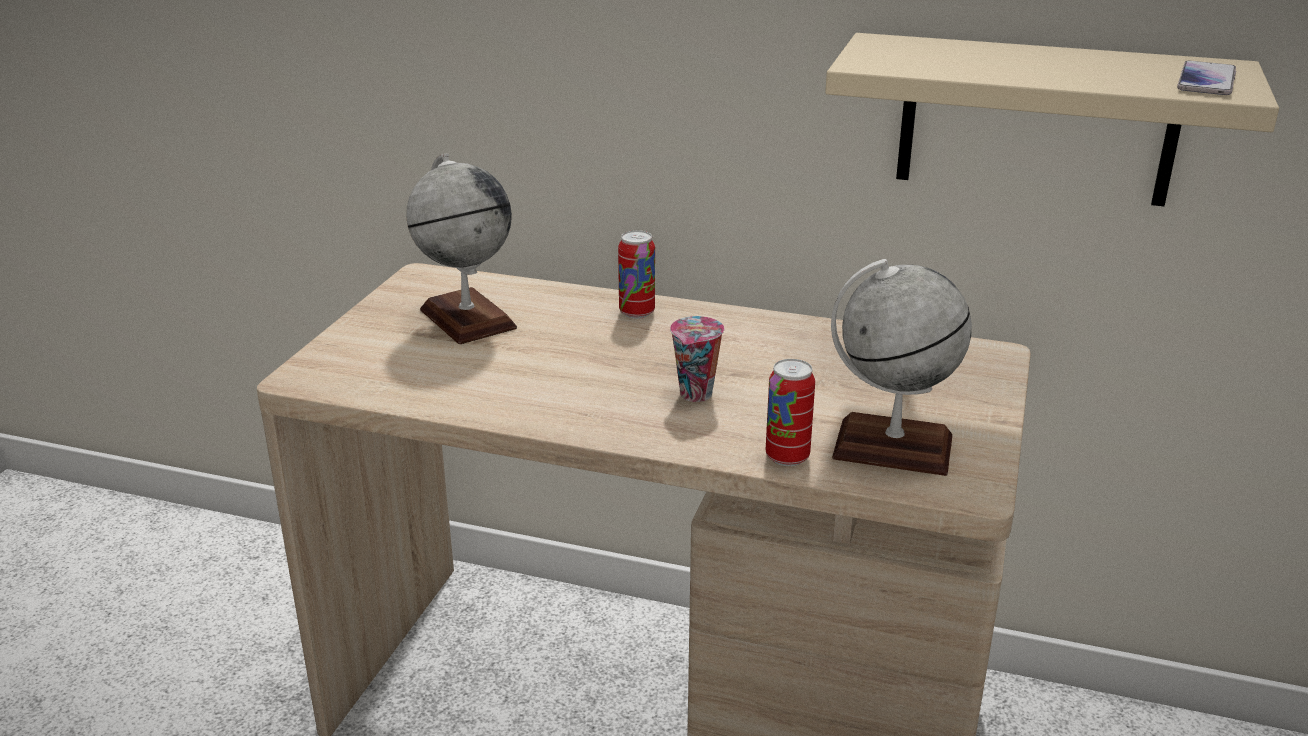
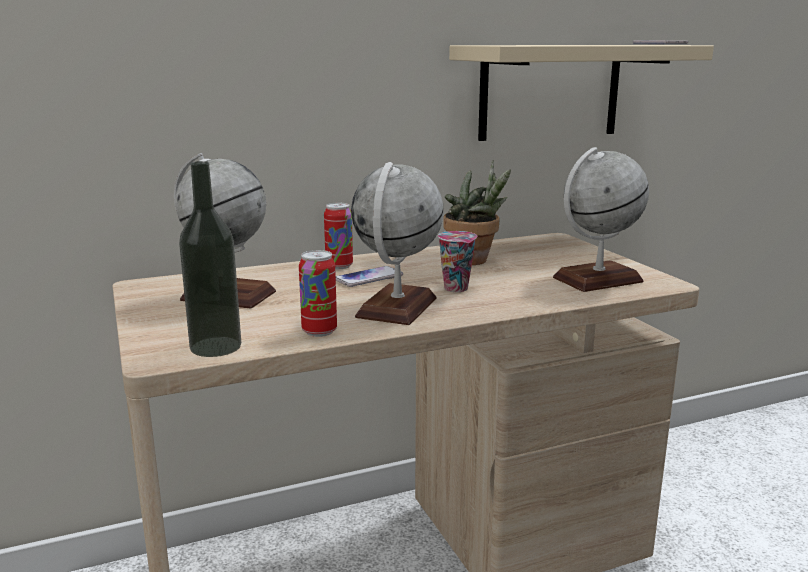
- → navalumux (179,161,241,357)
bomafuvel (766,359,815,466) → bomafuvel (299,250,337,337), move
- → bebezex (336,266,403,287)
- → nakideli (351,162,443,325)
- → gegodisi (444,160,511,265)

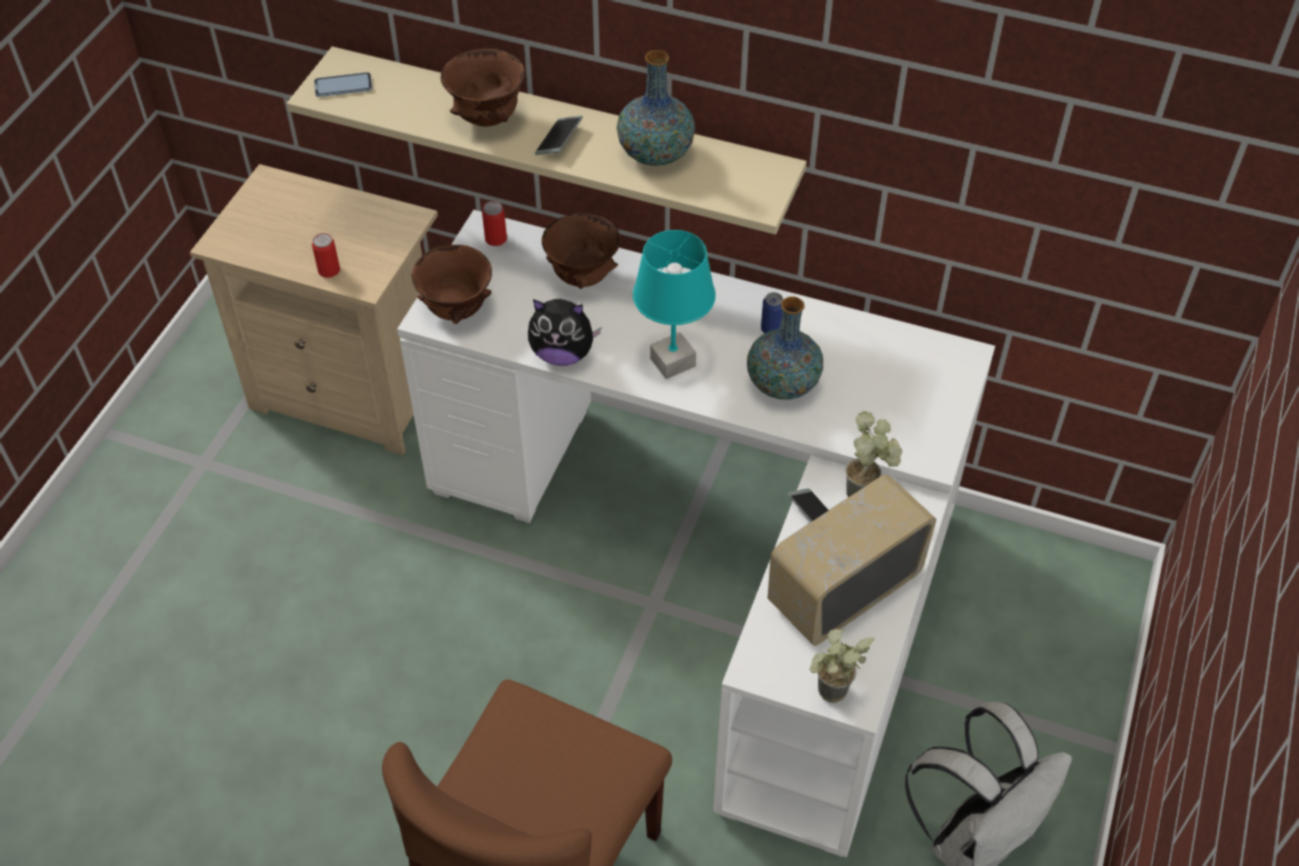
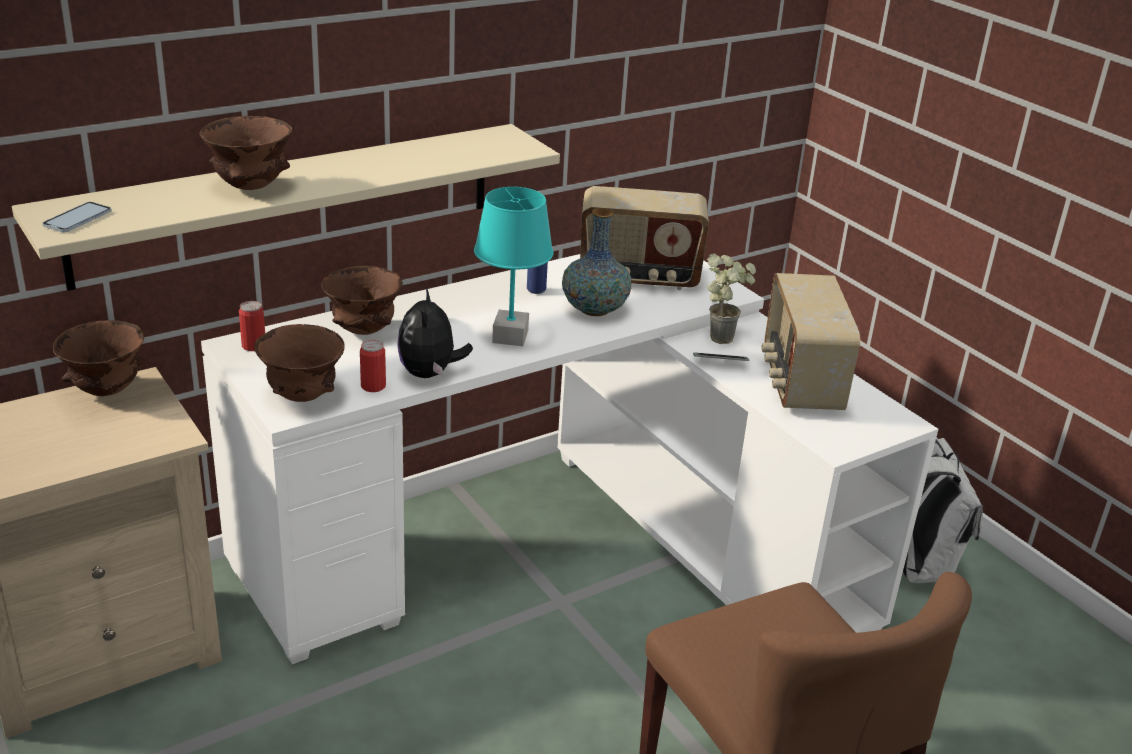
- → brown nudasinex (53,320,144,396)
bomafuvel (312,233,340,278) → bomafuvel (360,340,386,392), move
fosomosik (528,299,602,366) → fosomosik (397,287,473,378), 135 degrees clockwise
- → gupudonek (580,186,709,290)
bebezex (535,115,583,155) → -
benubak (617,50,695,166) → -
gegodisi (809,629,875,703) → -

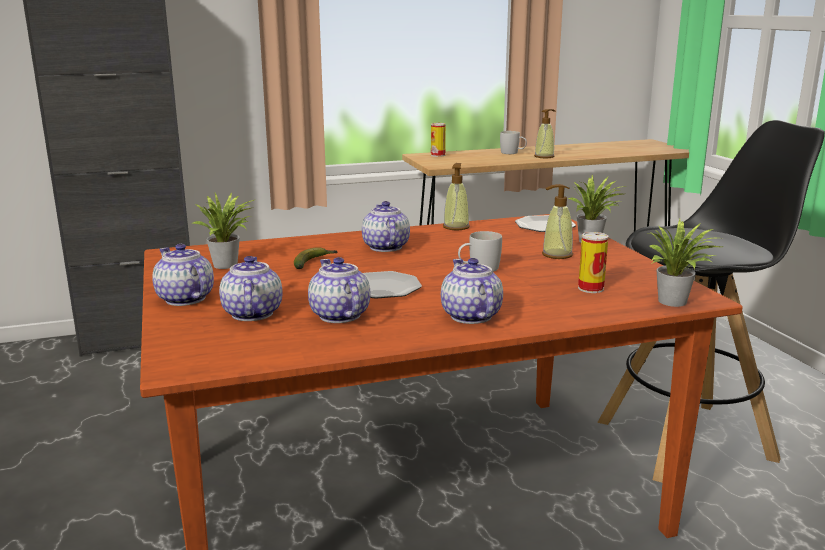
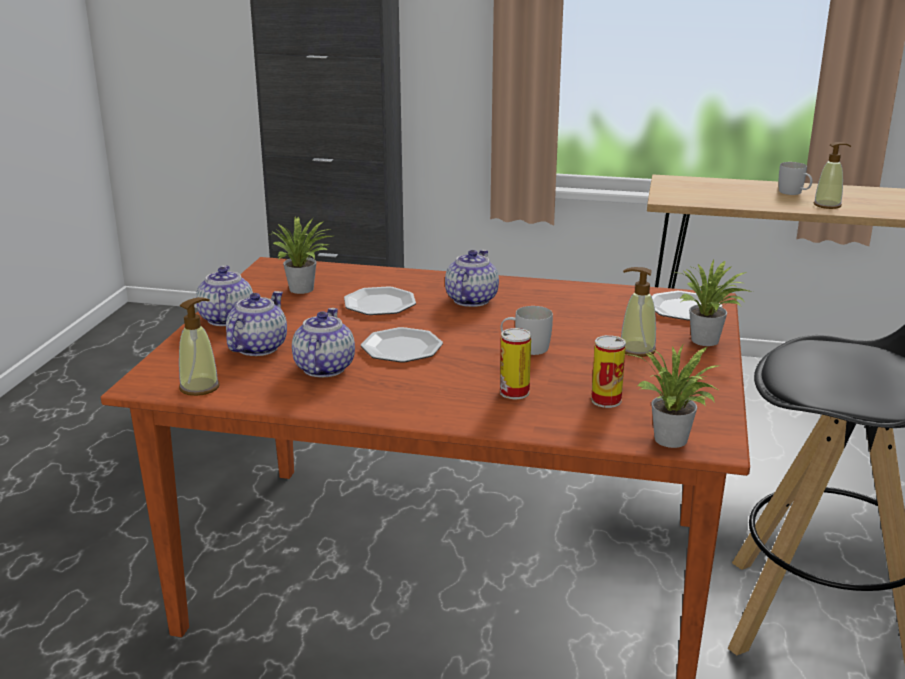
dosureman (443,163,470,230) → dosureman (179,297,220,396), move
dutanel (294,247,338,269) → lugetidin (344,286,416,315)
bomafuvel (431,123,446,157) → bomafuvel (500,328,531,399), move
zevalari (441,258,503,324) → -

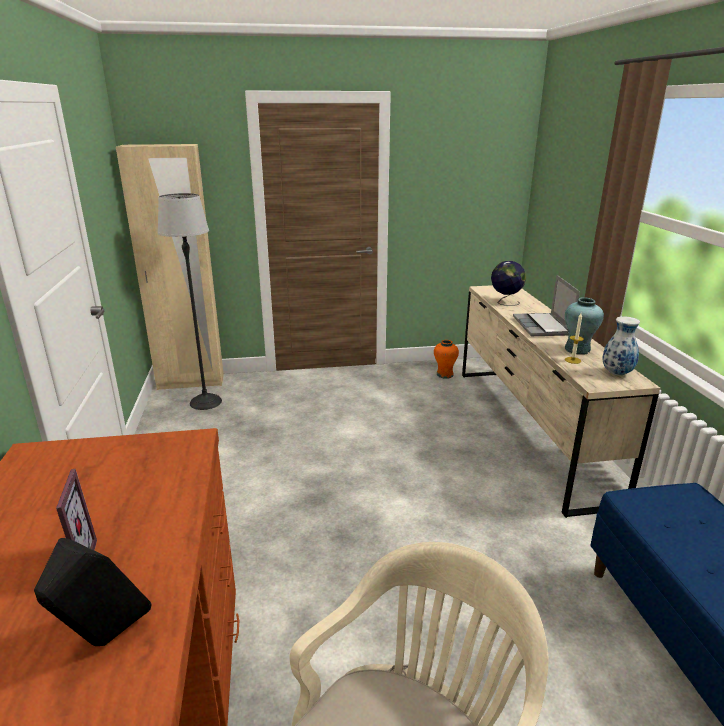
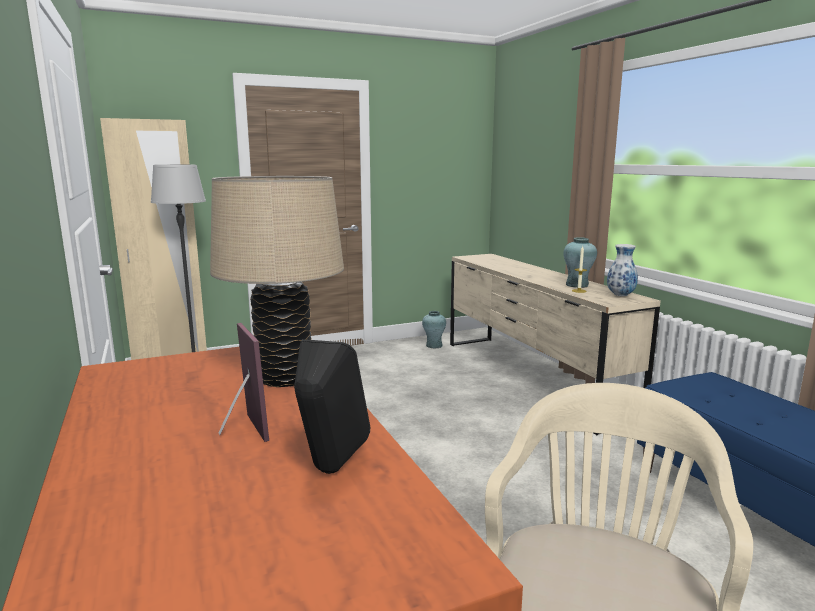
- → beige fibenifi (210,176,344,387)
orange benubak (434,340,459,379) → turquoise benubak (422,311,446,348)
nakideli (491,261,526,306) → -
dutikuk (513,275,580,336) → -

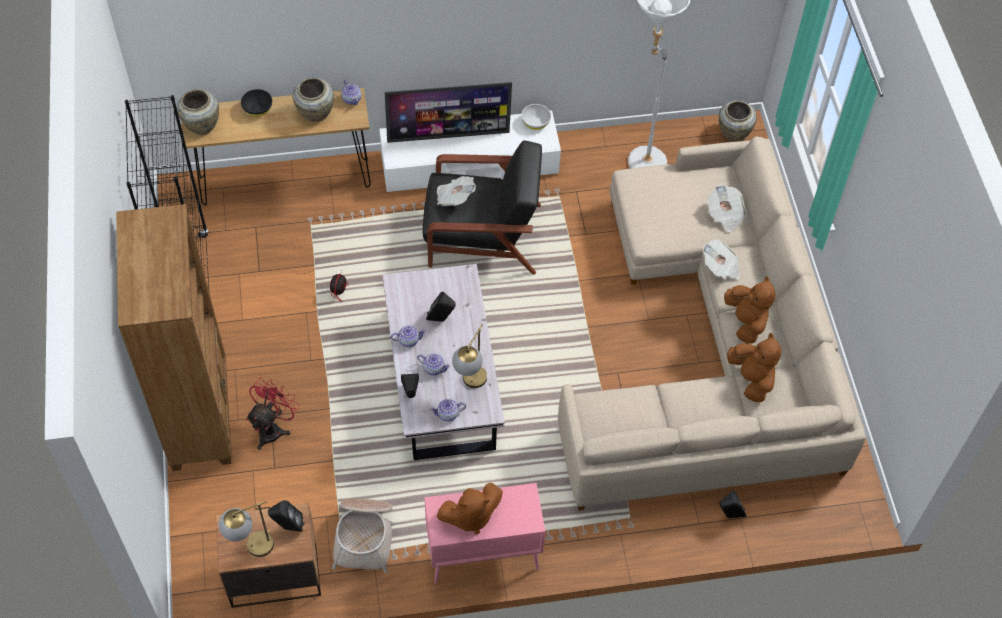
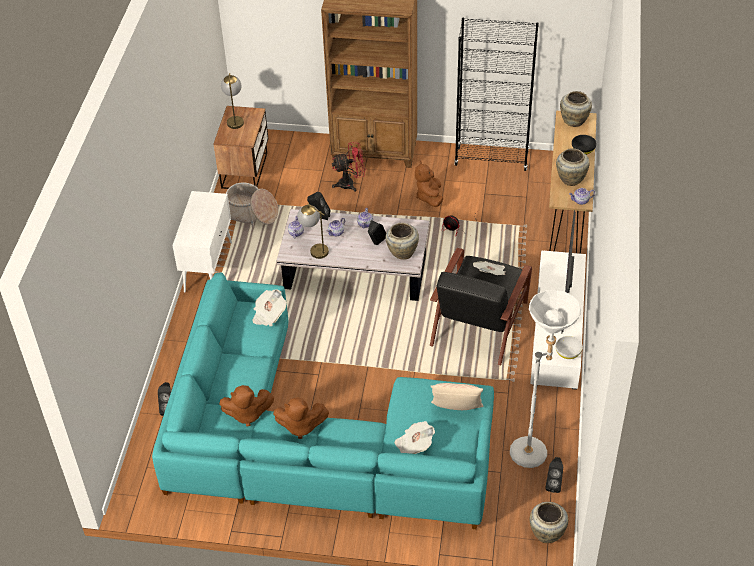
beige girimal (558,137,866,511) → turquoise girimal (152,273,494,529)
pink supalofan (424,483,545,584) → white supalofan (172,191,232,292)
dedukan (703,239,740,280) → dedukan (252,289,286,326), move
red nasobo (246,378,300,450) → red nasobo (332,142,366,192), 60 degrees counterclockwise
- → beige benubak (386,223,419,260)
brown fosomosik (437,483,503,534) → brown fosomosik (415,161,443,207), move
- → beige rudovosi (431,383,484,410)
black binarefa (268,500,304,532) → black binarefa (545,457,563,493), move

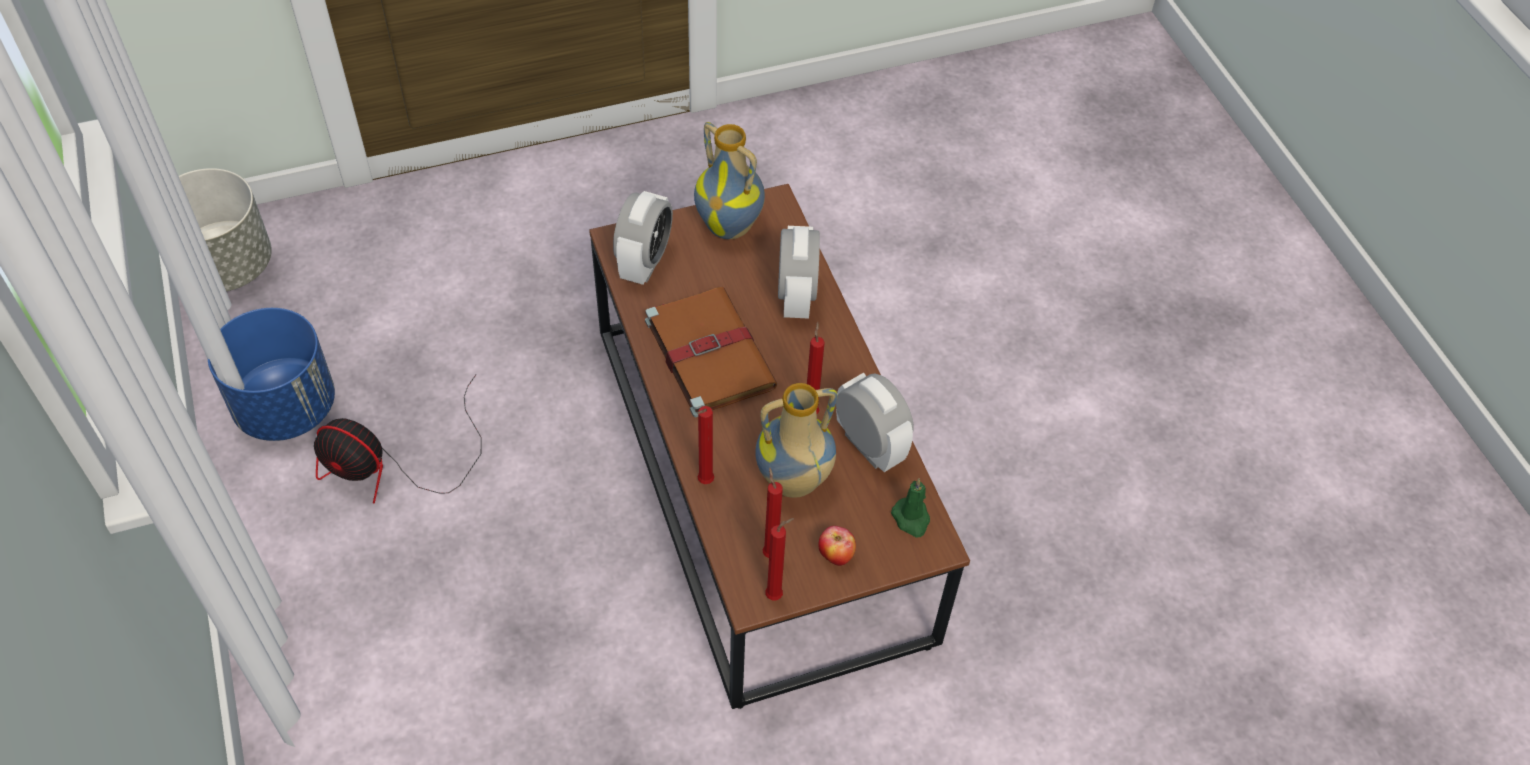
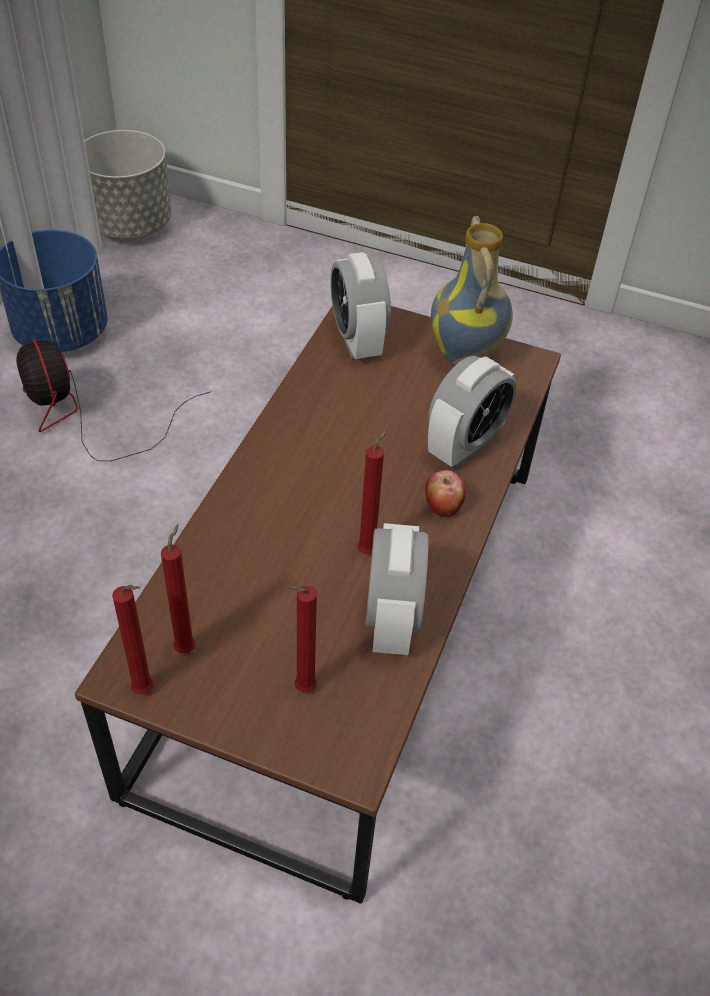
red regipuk (697,406,714,484) → red regipuk (286,585,317,693), move
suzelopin (613,191,673,285) → suzelopin (330,252,391,359), 105 degrees clockwise
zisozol (818,526,856,566) → zisozol (425,470,466,517), move
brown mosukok (645,287,778,417) → -
benubak (755,383,837,498) → -
green regipuk (891,478,930,537) → -

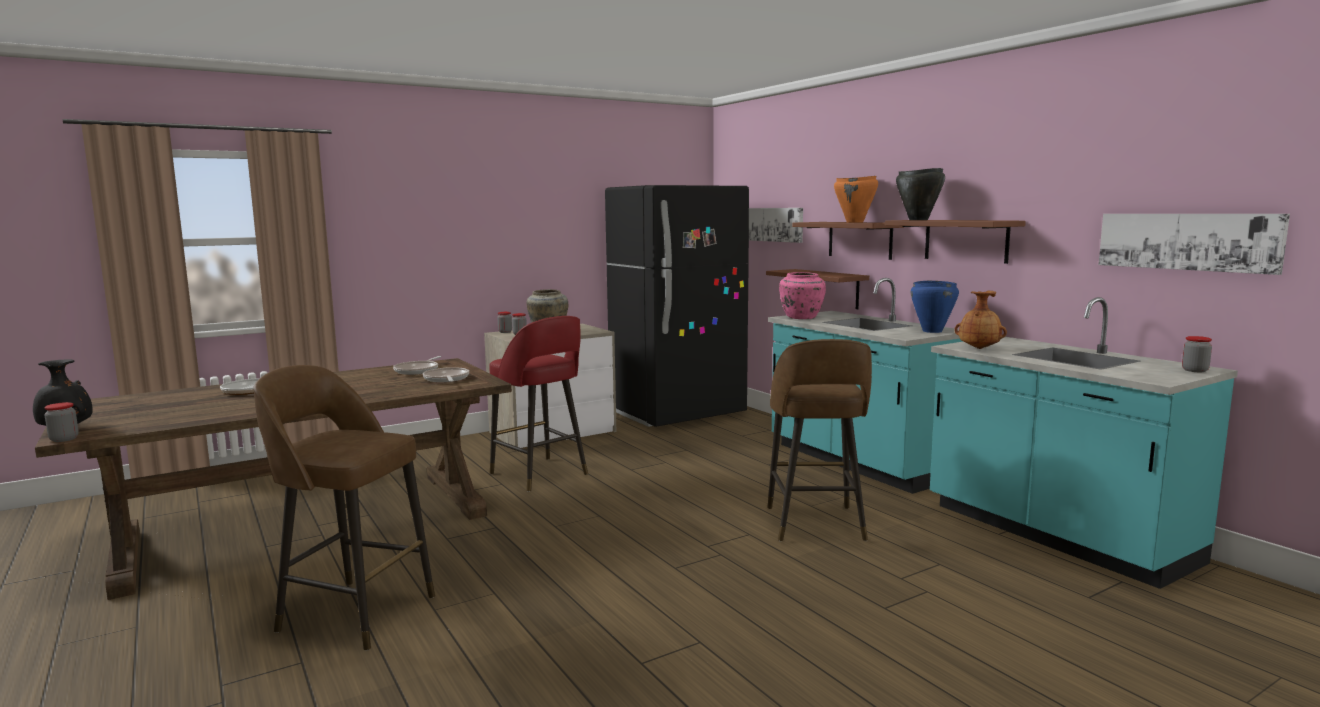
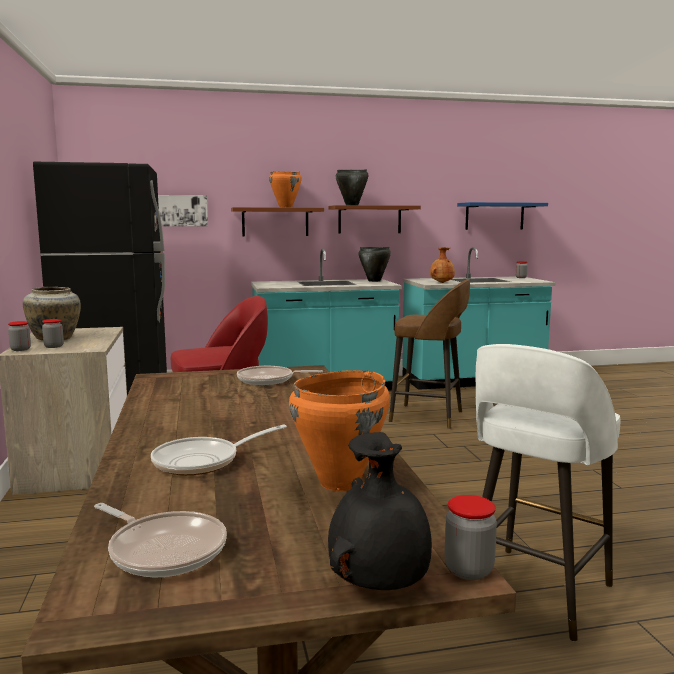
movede (393,356,441,375) → movede (94,503,227,577), move
- → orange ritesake (289,370,390,491)
blue ritesake (911,280,959,333) → black ritesake (358,247,391,282)
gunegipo (1099,214,1290,275) → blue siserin (457,202,548,230)
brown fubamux (254,365,435,651) → white fubamux (476,344,620,642)
brown siserin (766,269,869,309) → -
pink benubak (779,272,826,319) → -

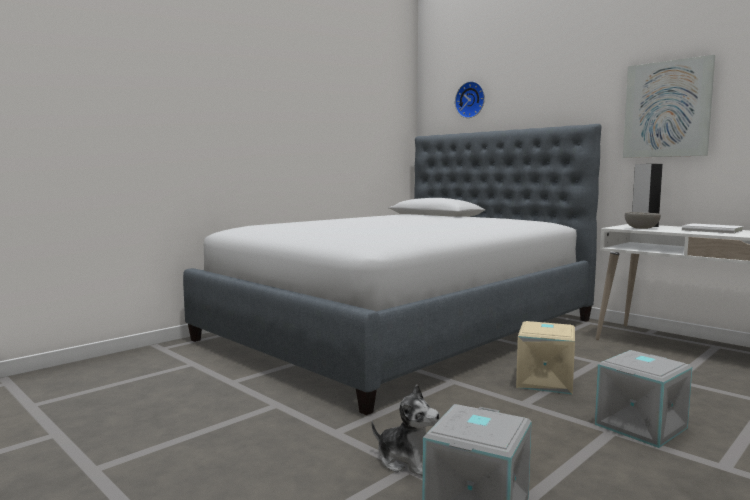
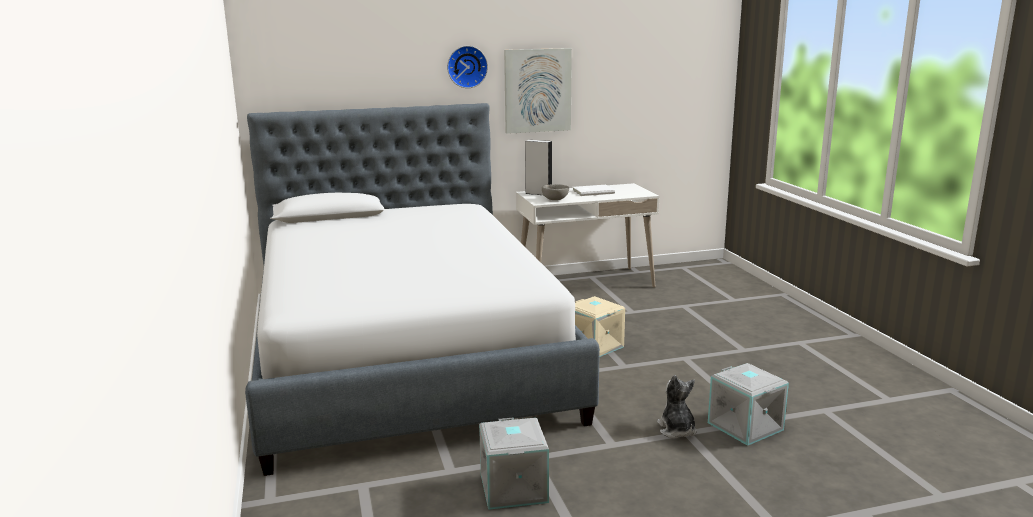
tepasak (455,81,485,118) → tepasak (447,46,488,88), move
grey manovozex (595,350,692,448) → grey manovozex (479,418,549,510), move
fosomosik (371,384,440,476) → fosomosik (657,375,697,439), 75 degrees counterclockwise

